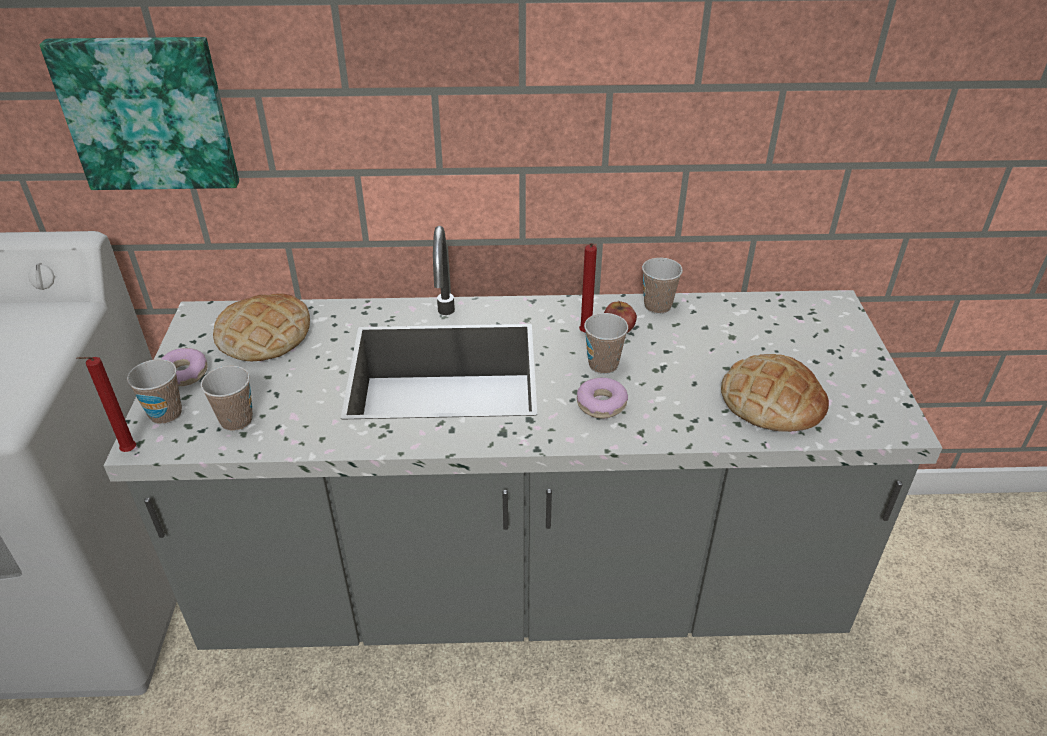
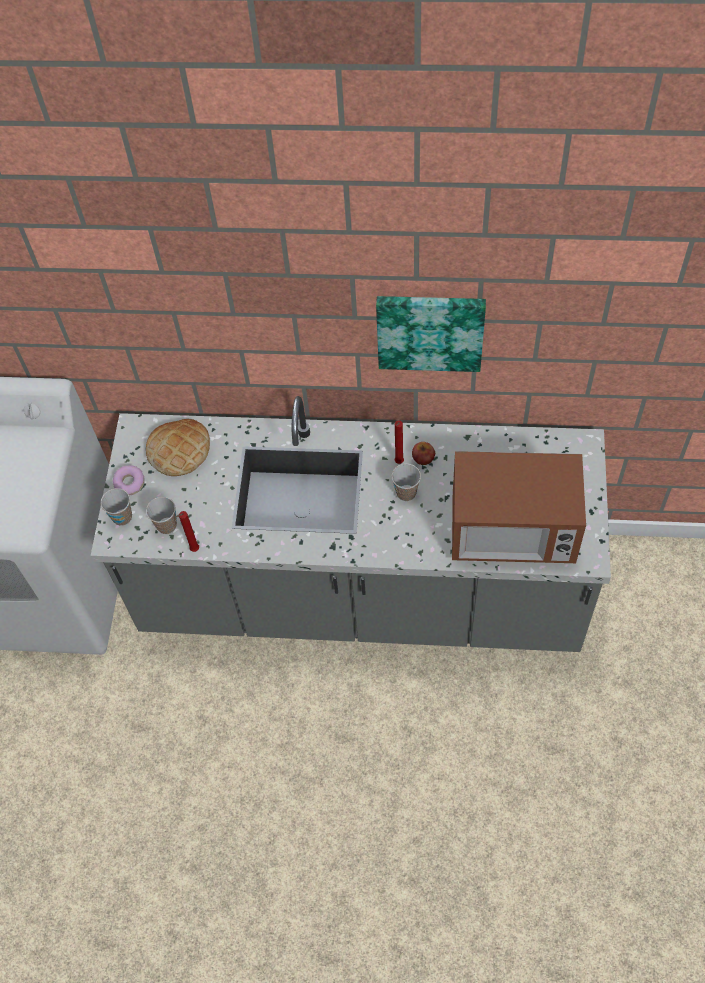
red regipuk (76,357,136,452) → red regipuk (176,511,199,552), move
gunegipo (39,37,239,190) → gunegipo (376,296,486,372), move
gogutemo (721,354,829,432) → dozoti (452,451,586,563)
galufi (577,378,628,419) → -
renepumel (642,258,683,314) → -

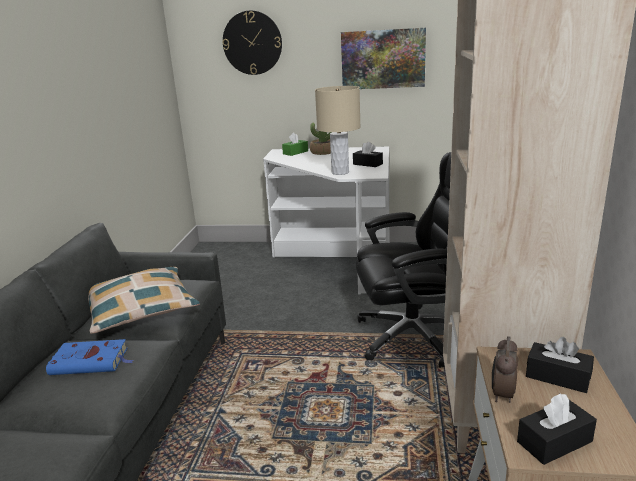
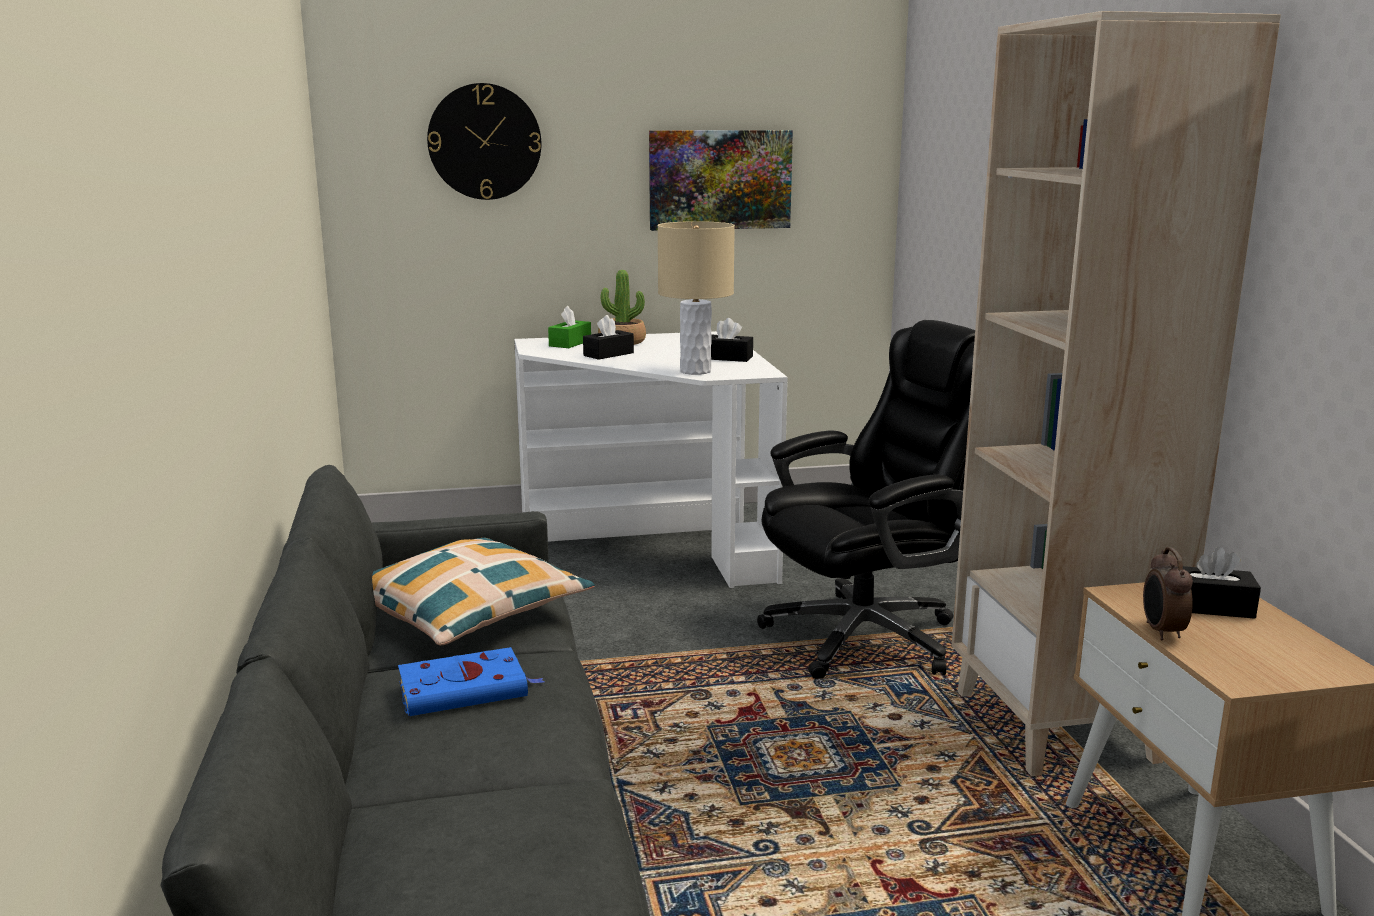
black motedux (517,393,597,465) → black motedux (583,315,634,360), move

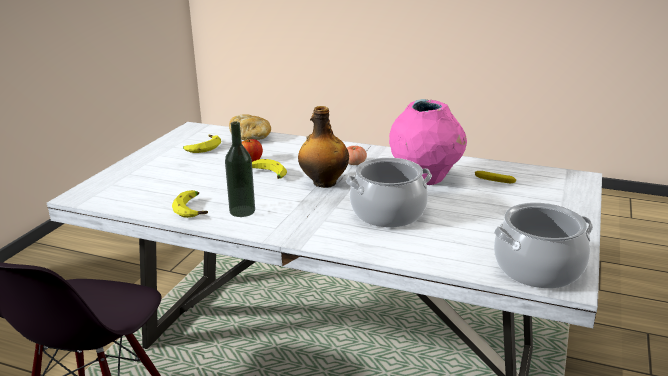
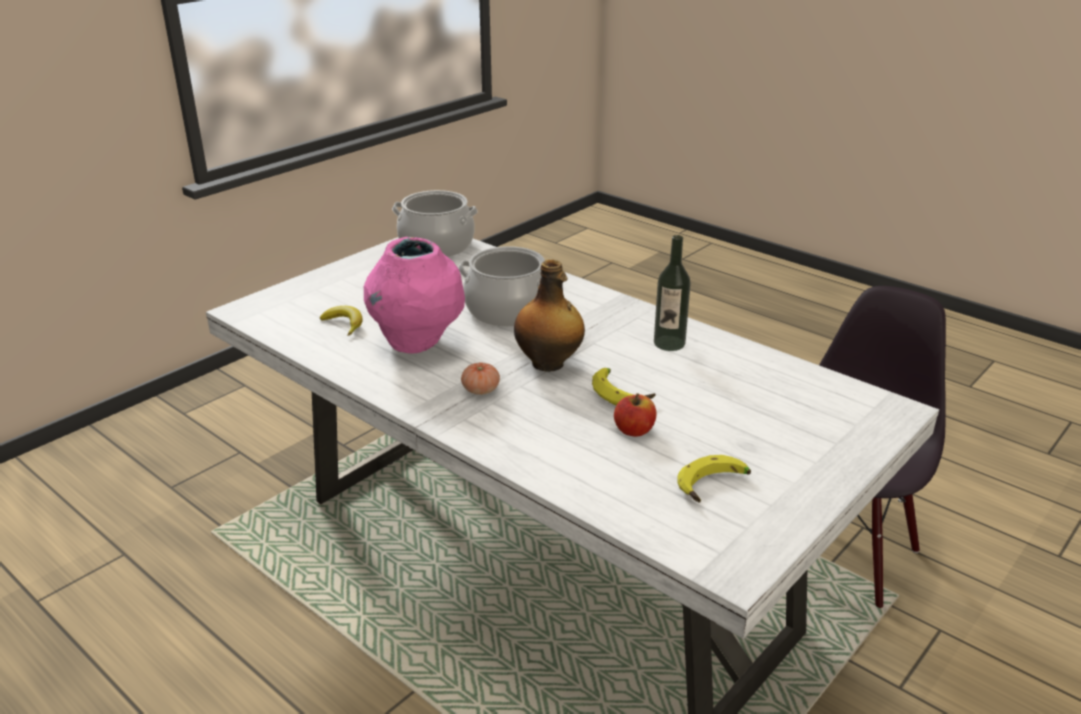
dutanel (172,190,208,218) → -
gogutemo (229,114,271,140) → -

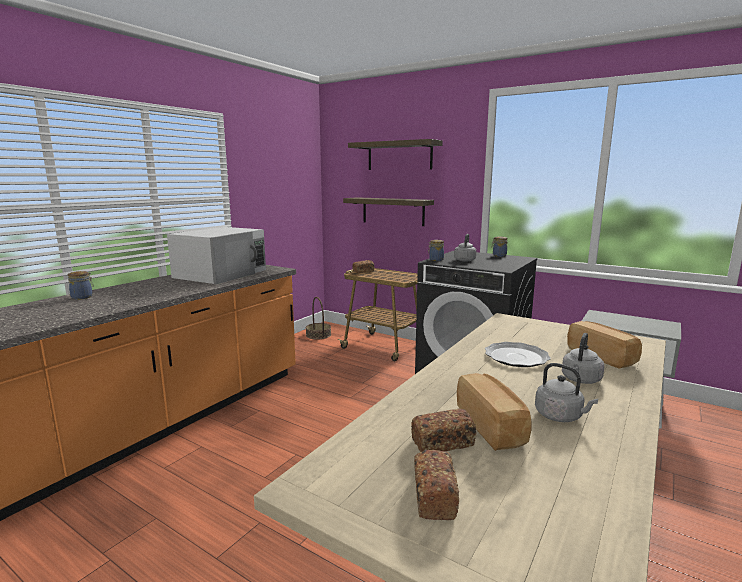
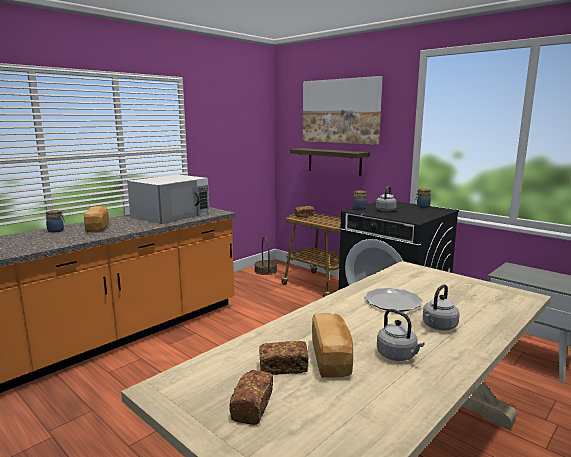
gogutemo (567,321,642,369) → gogutemo (84,206,109,232), move
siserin (348,139,443,170) → gunegipo (303,76,383,145)

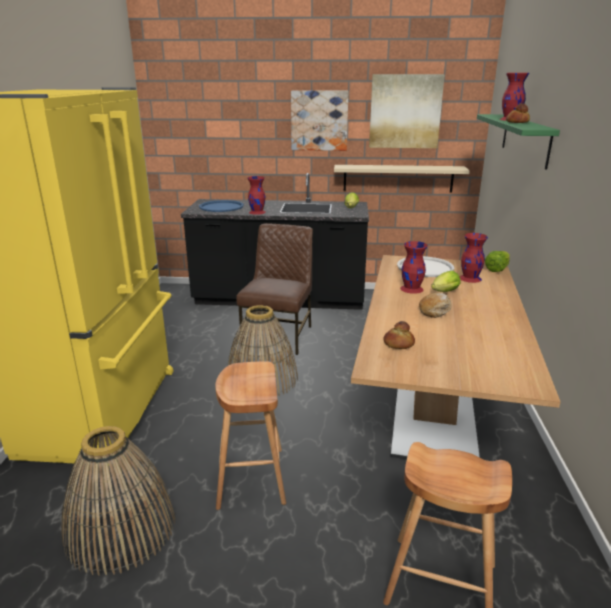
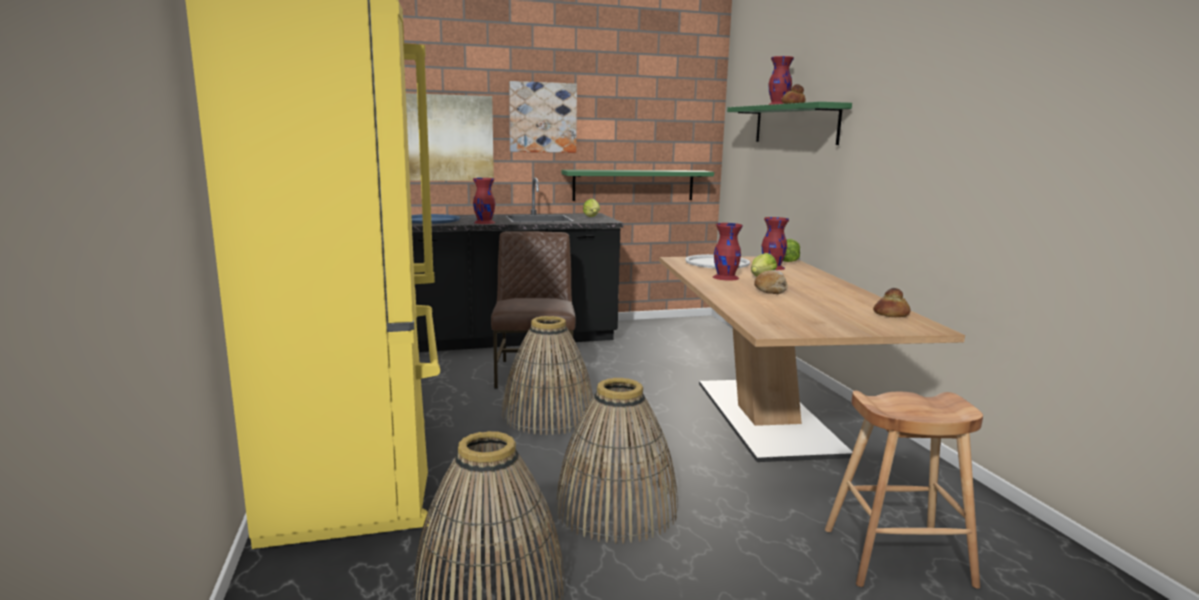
gunegipo (369,74,445,148) → gunegipo (406,93,494,181), move
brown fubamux (215,361,286,510) → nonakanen (555,378,678,544)
beige siserin (334,165,470,192) → green siserin (561,170,714,201)
gogutemo (383,321,415,349) → gogutemo (873,288,910,317), move

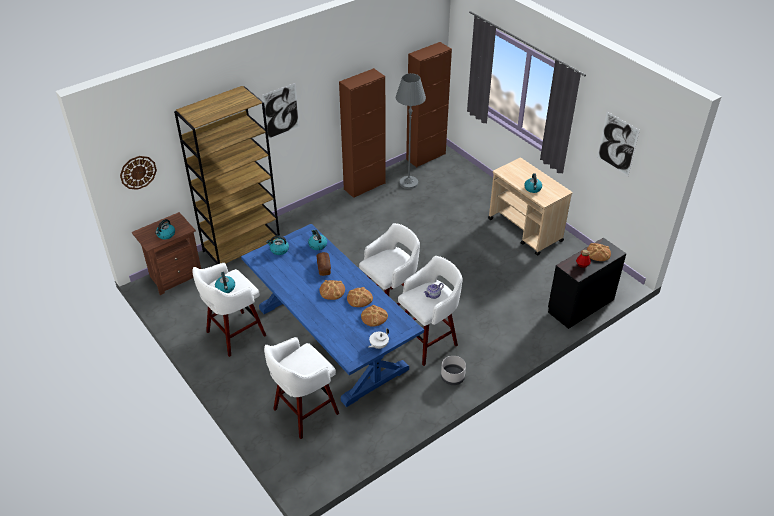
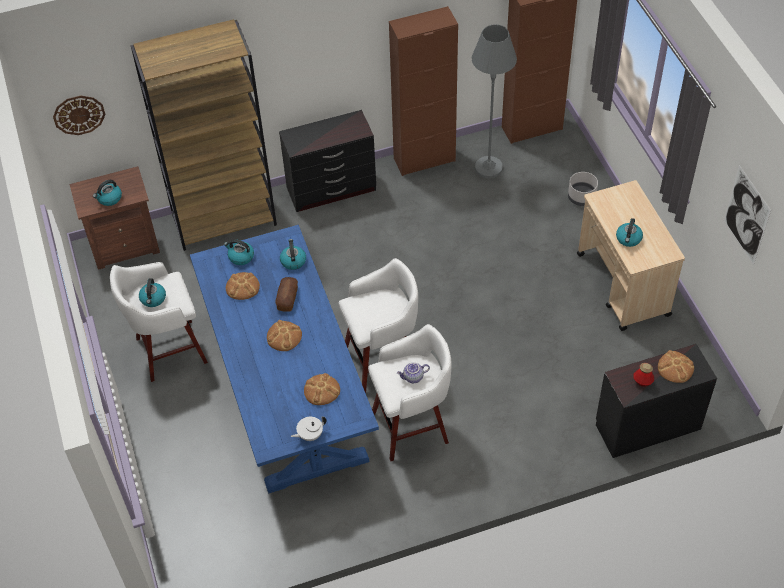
gogutemo (347,287,373,307) → gogutemo (226,272,260,300), move
- → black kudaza (279,110,376,212)
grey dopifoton (441,356,466,385) → grey dopifoton (568,172,598,206), move
gunegipo (262,83,300,139) → -
white fubamux (264,337,339,439) → -

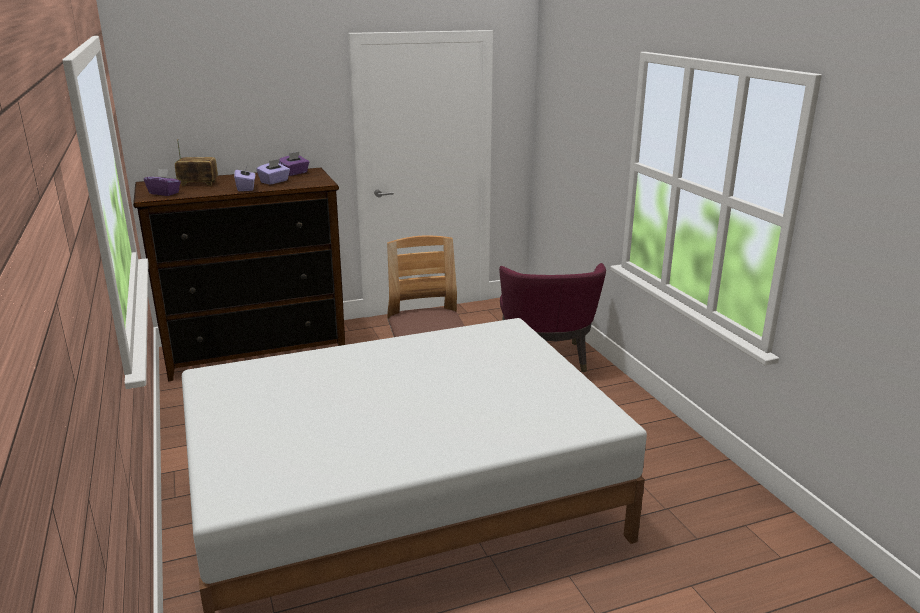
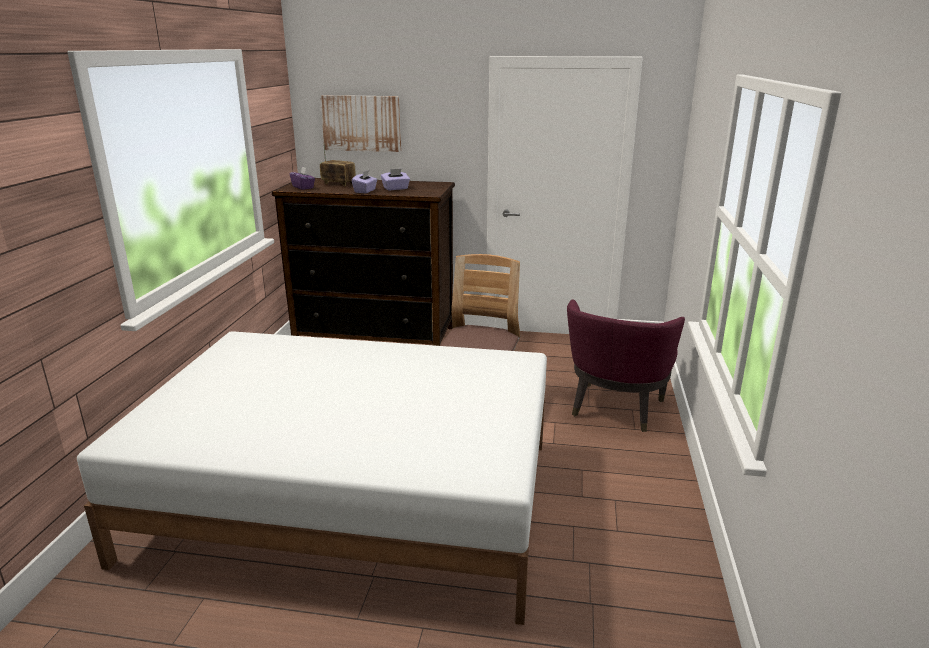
- → gunegipo (320,95,401,152)
purple motedux (279,152,309,176) → -

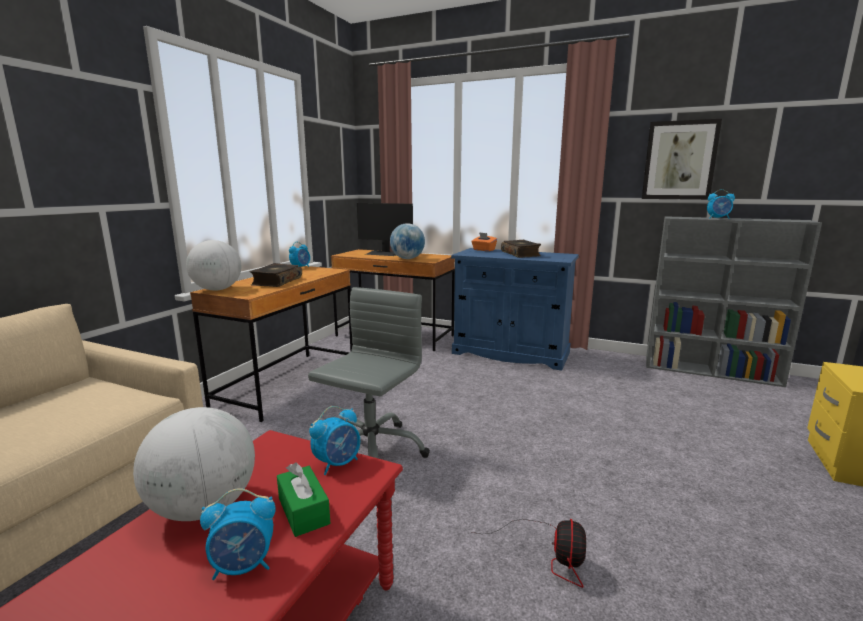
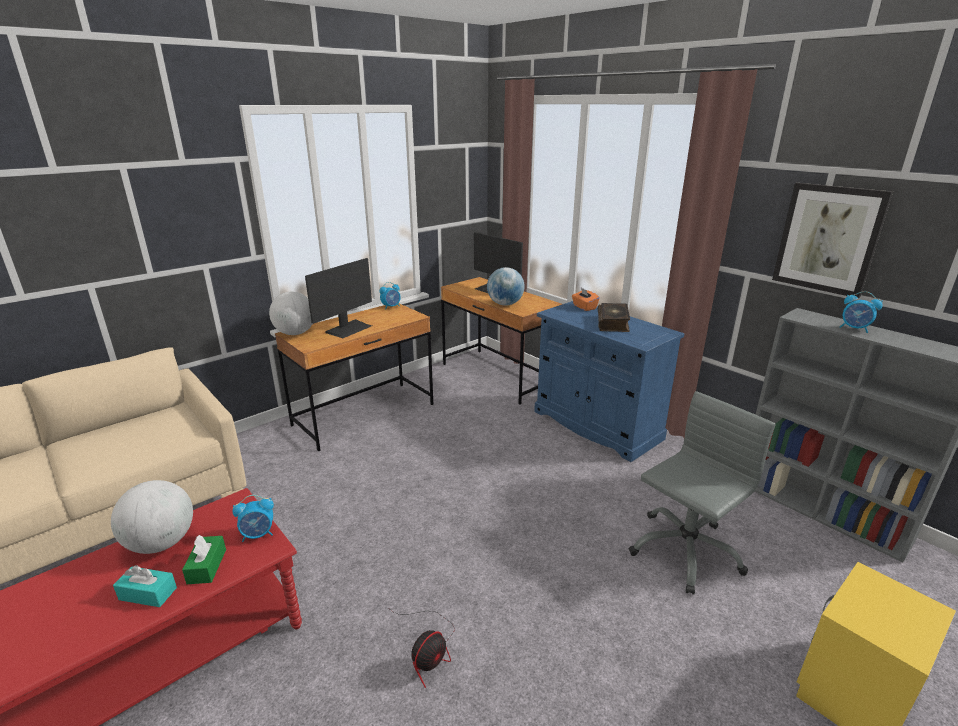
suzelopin (200,488,276,580) → turquoise motedux (113,565,177,607)
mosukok (249,263,302,287) → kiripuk (305,258,372,338)
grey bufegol (308,287,430,458) → grey bufegol (629,391,775,595), move

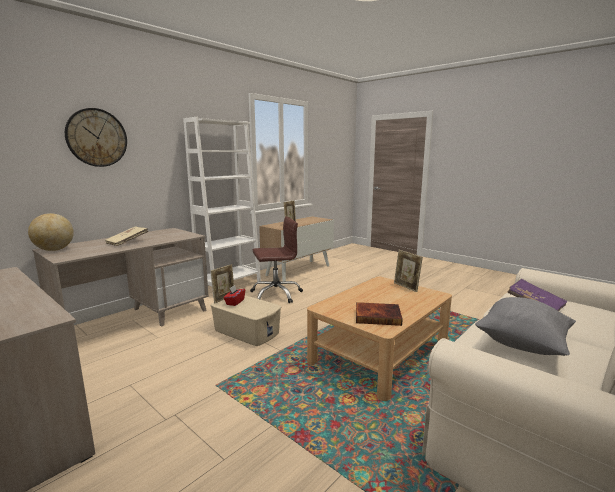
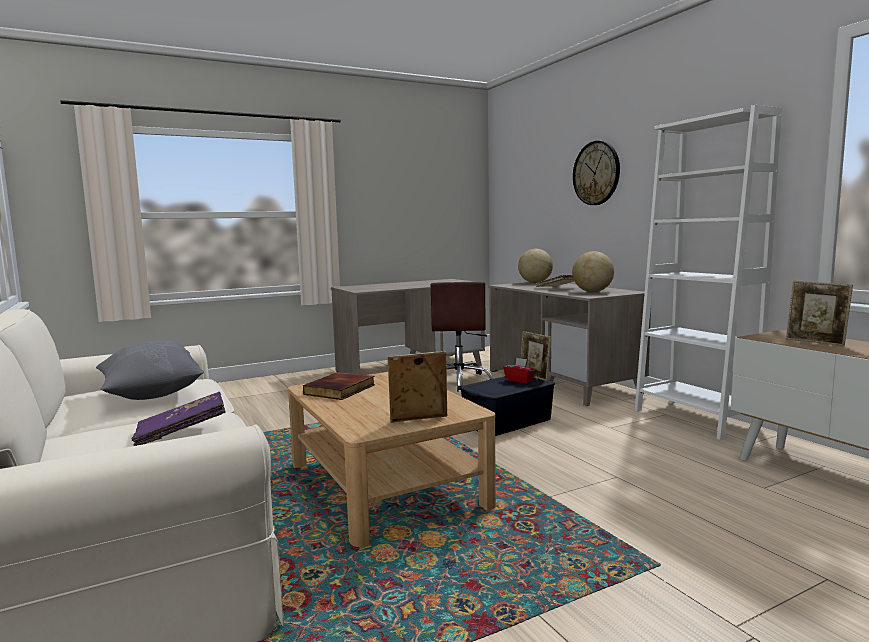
brown bufegol (250,217,303,303) → brown bufegol (431,282,493,392), move
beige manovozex (210,295,281,346) → blue manovozex (460,376,555,436)
- → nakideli (572,251,614,292)

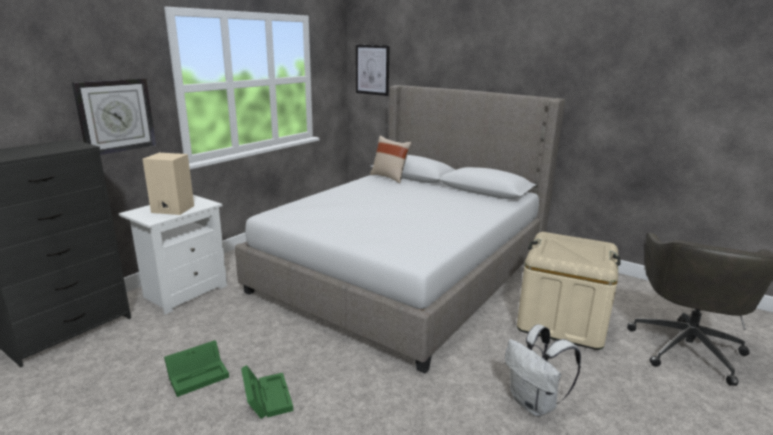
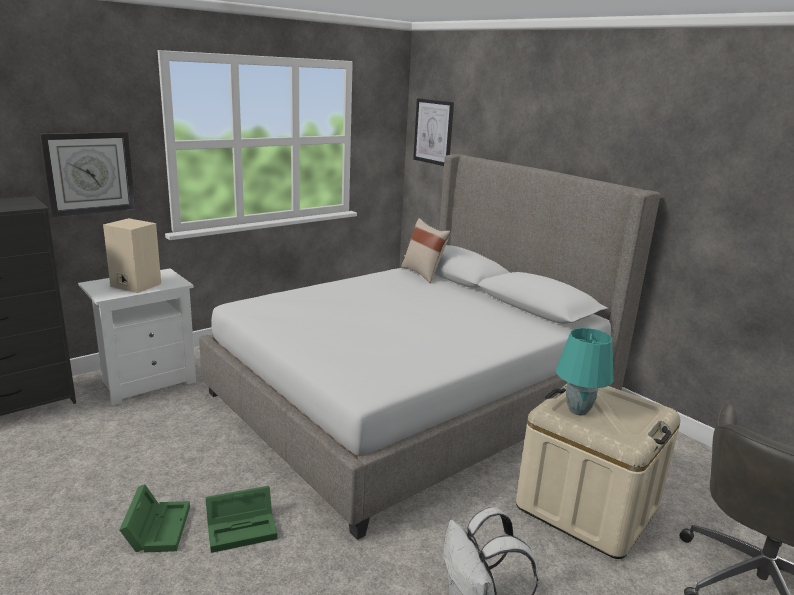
green manovozex (164,340,229,397) → green manovozex (205,486,277,553), move
- → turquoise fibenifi (556,328,613,416)

